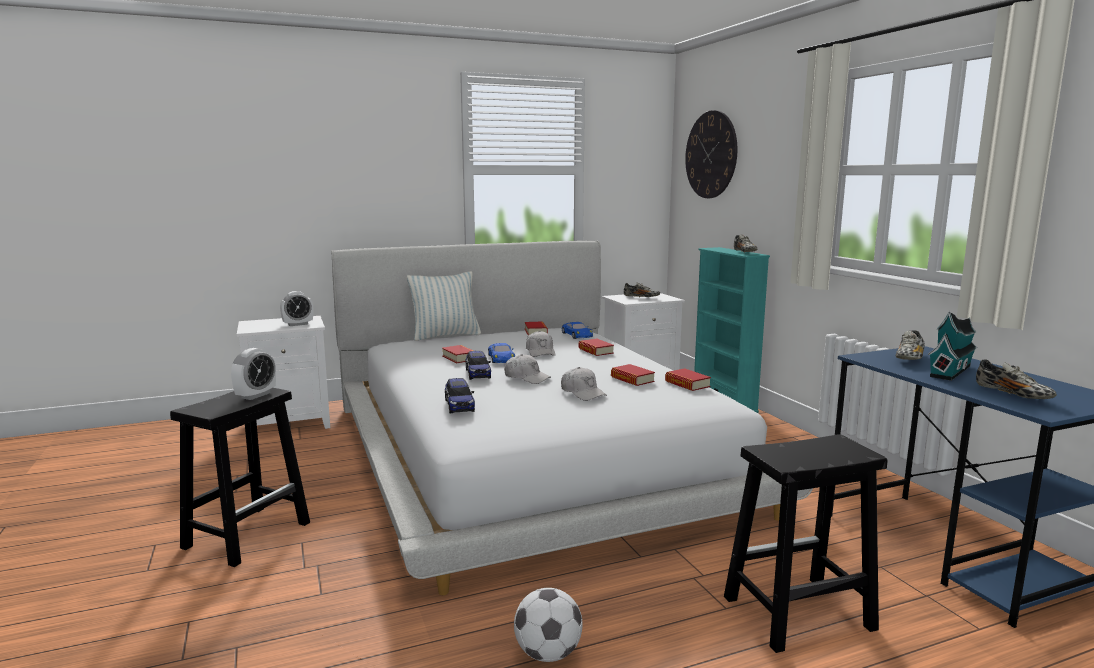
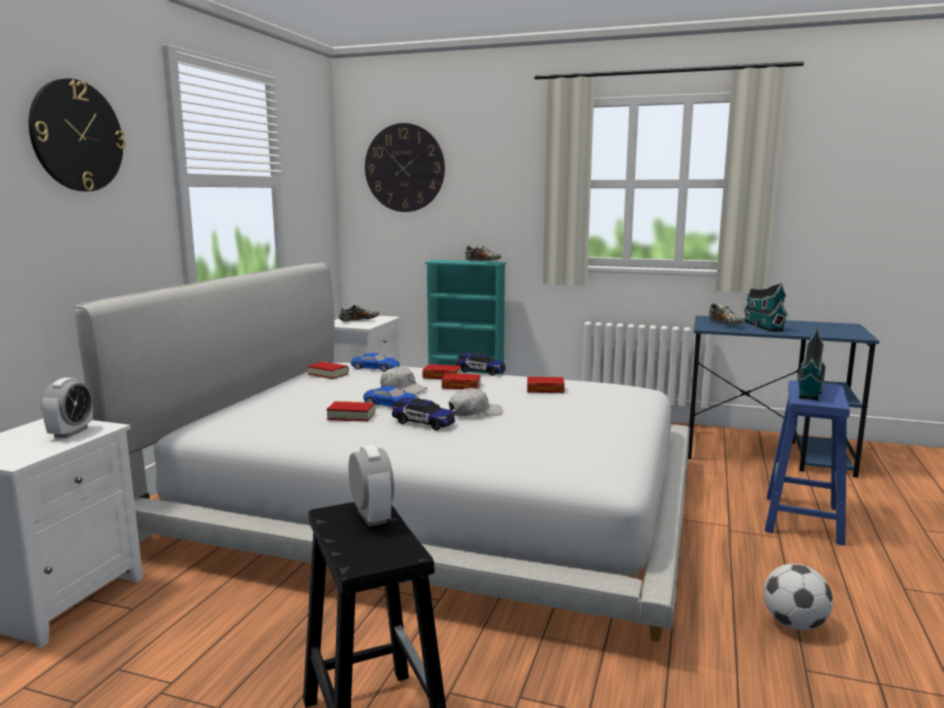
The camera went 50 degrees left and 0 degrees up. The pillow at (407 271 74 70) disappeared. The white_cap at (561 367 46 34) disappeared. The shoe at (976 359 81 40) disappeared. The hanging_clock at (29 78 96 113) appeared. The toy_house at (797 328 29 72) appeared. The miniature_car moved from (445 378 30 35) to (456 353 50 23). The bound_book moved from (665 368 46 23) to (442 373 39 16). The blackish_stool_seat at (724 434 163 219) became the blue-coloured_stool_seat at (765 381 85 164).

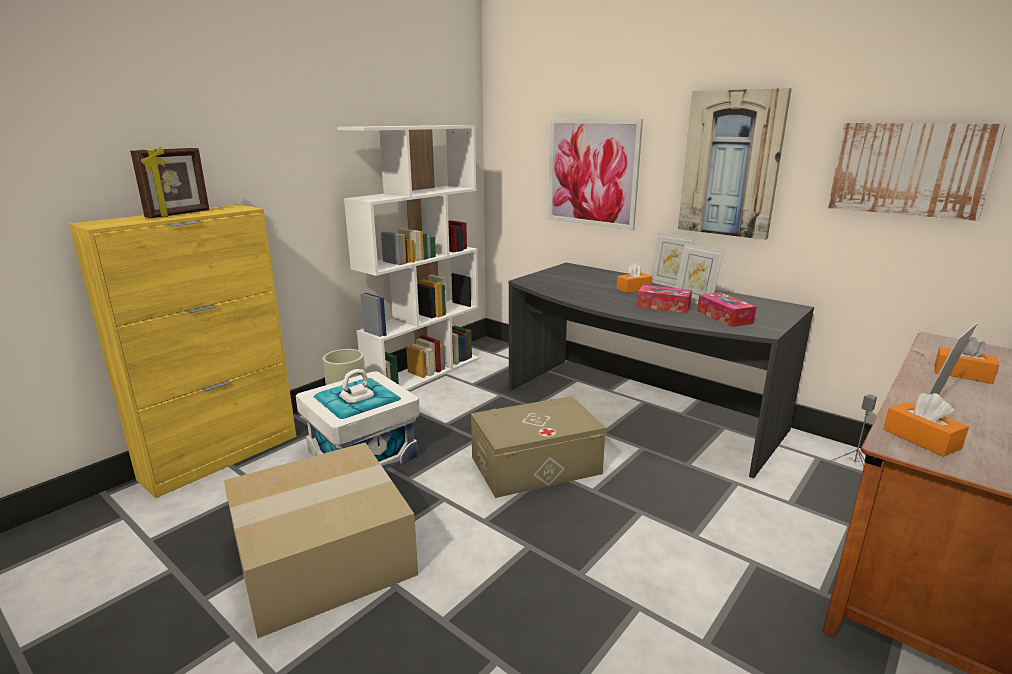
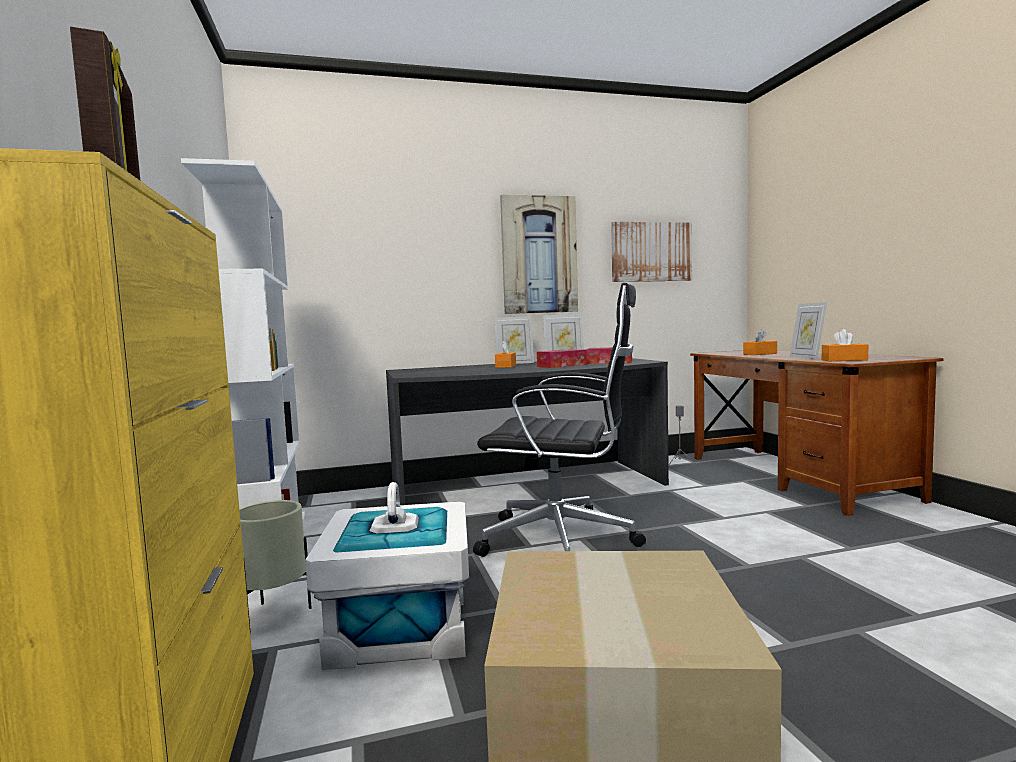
The camera went 55 degrees left and 15 degrees down. The wall_art at (548 119 95 111) disappeared. The beige-coloured_storage_box at (471 396 135 102) was replaced by the blackish_desk_chair at (473 283 173 274).

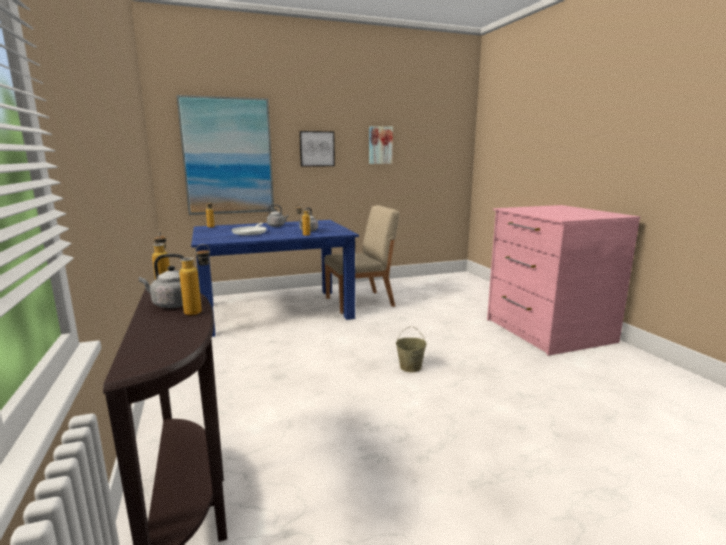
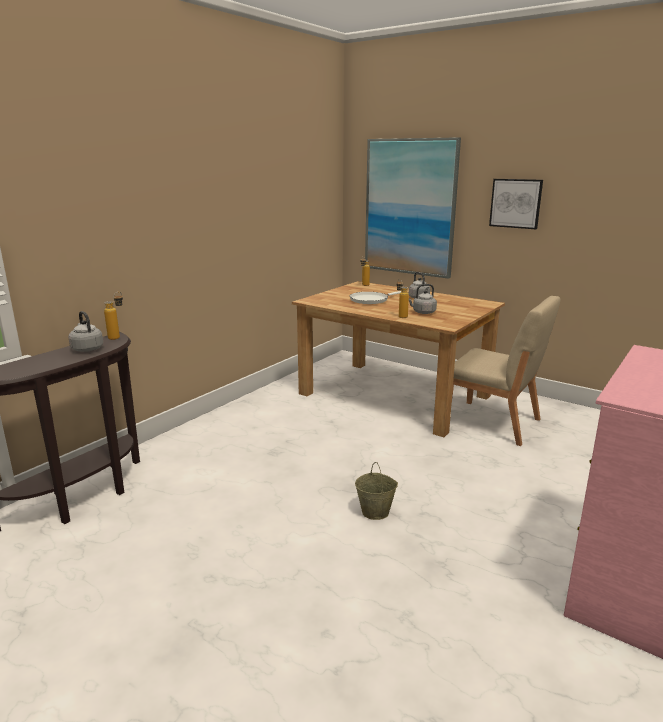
The camera went 55 degrees right and 5 degrees up. The drink_bottle at (179 244 31 72) disappeared. The wall_art at (369 126 24 38) disappeared. The blue-coloured_kitchen_table at (191 220 168 117) became the brown_kitchen_table at (292 281 213 156).

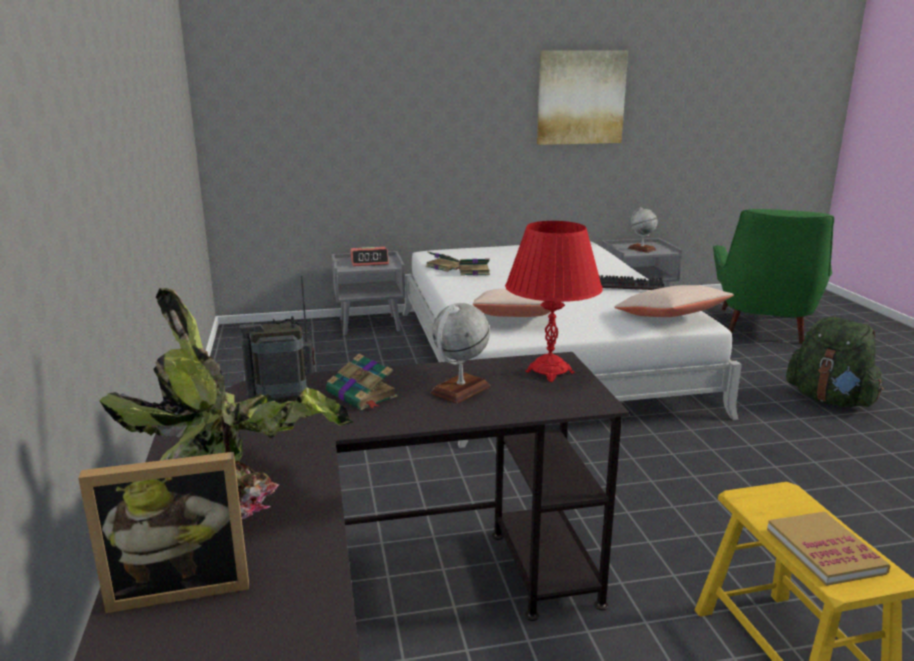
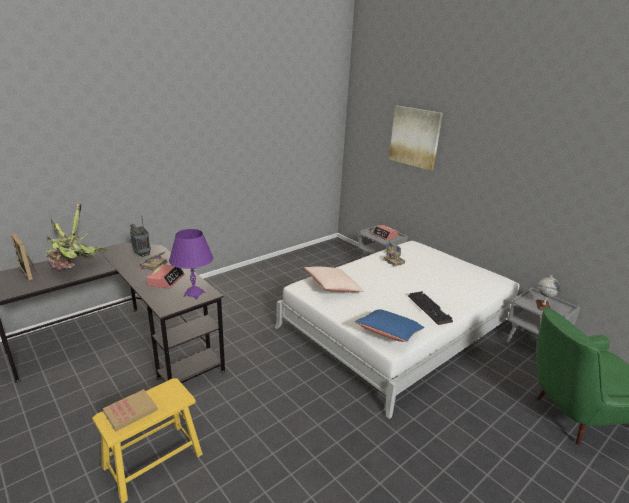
The camera went 60 degrees right and 5 degrees up. The green_backpack at (786 317 98 90) disappeared. The wall_art moved from (537 50 91 95) to (389 106 54 65). The world_globe at (431 303 59 100) was replaced by the bedside_clock at (147 264 38 25). The reddish_table_lamp at (505 221 98 161) became the purple-coloured_table_lamp at (169 229 44 71). The beige-coloured_pillow at (614 285 120 32) became the blue-coloured_pillow at (355 309 69 33).

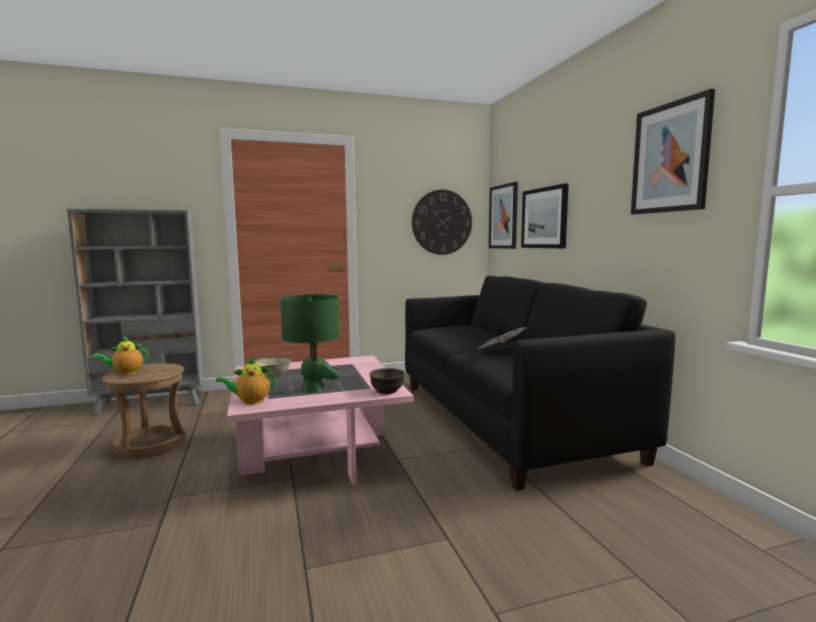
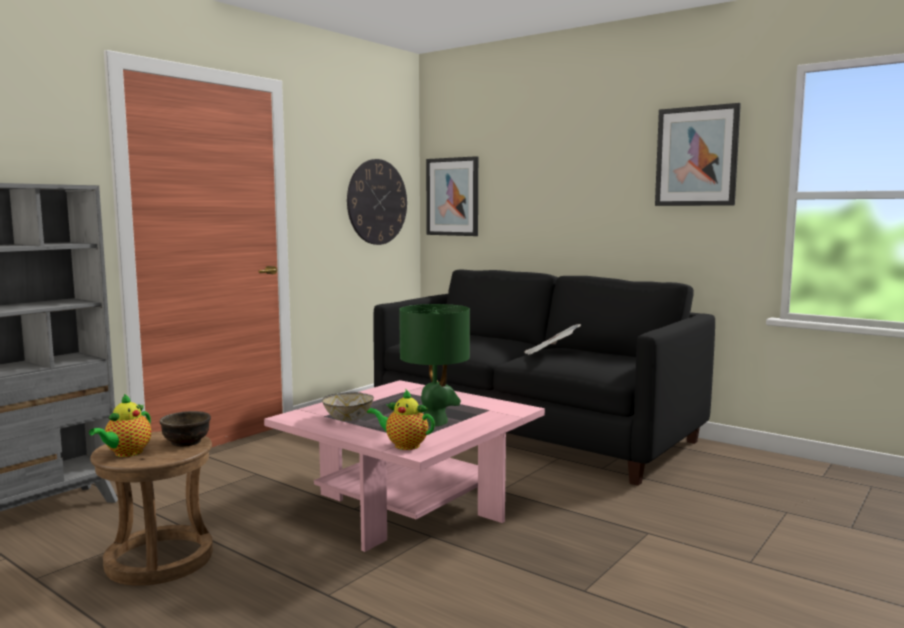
The camera went 35 degrees left and 0 degrees up. The wall_art at (521 183 48 65) disappeared. The brown_serving_bowl moved from (369 368 36 26) to (159 411 52 36). The pot_for_tea at (216 357 60 47) turned 75 degrees clockwise.

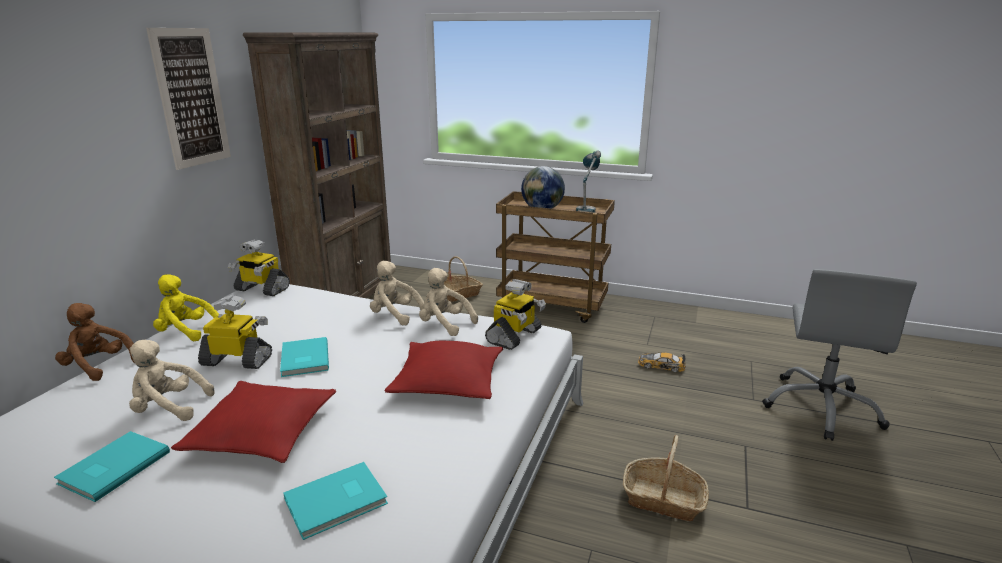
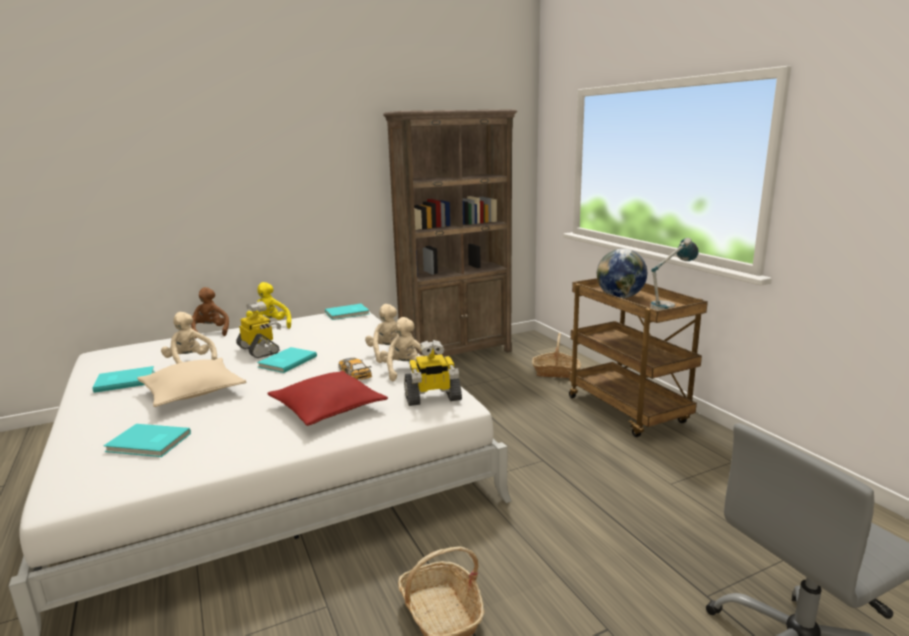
The camera went 45 degrees right and 5 degrees down. The wall_art at (146 28 85 142) disappeared. The miniature_car moved from (638 352 48 20) to (339 358 33 22). The robot_figure at (228 239 62 57) was replaced by the turquoise-coloured_bound_book at (325 304 44 16). The reddish_pillow at (171 381 165 82) became the beige-coloured_pillow at (137 358 110 49).

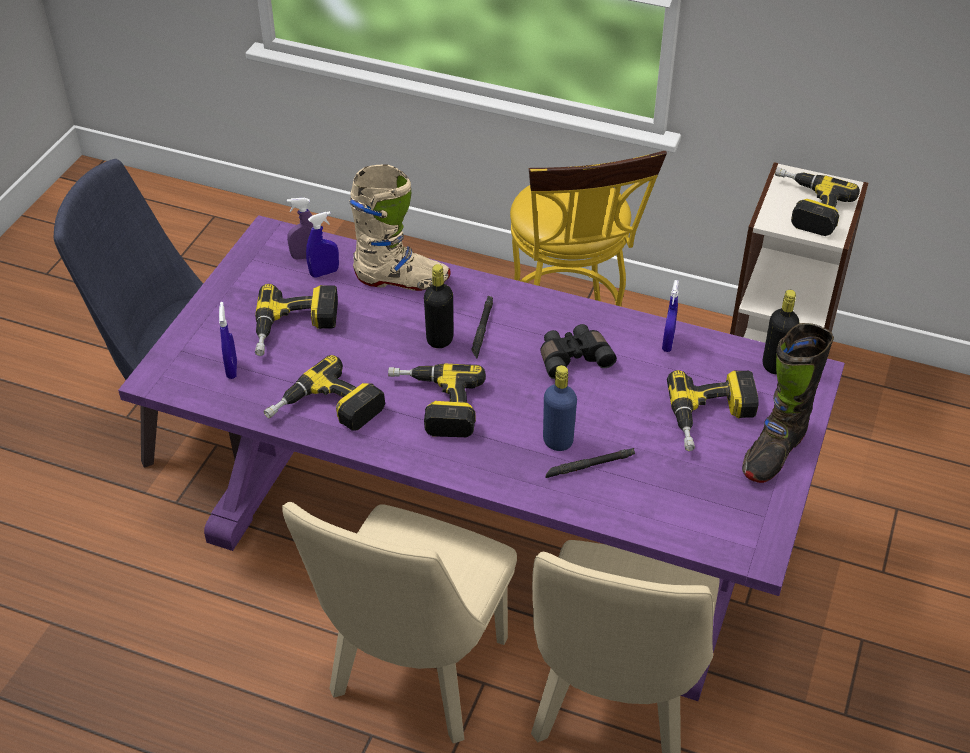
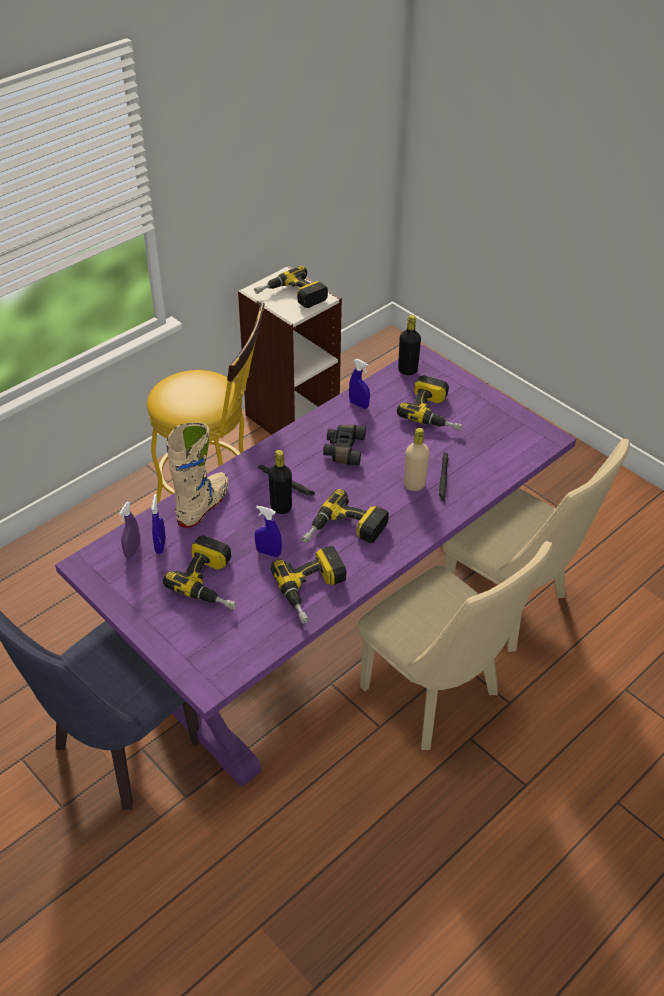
The camera went 65 degrees left and 0 degrees up. The blackish_tall_boot at (742 323 92 160) disappeared. The blue-coloured_sprayer moved from (219 302 18 77) to (254 506 28 51). The blue-coloured_drink_bottle at (543 365 34 86) became the beige-coloured_drink_bottle at (404 428 26 63).

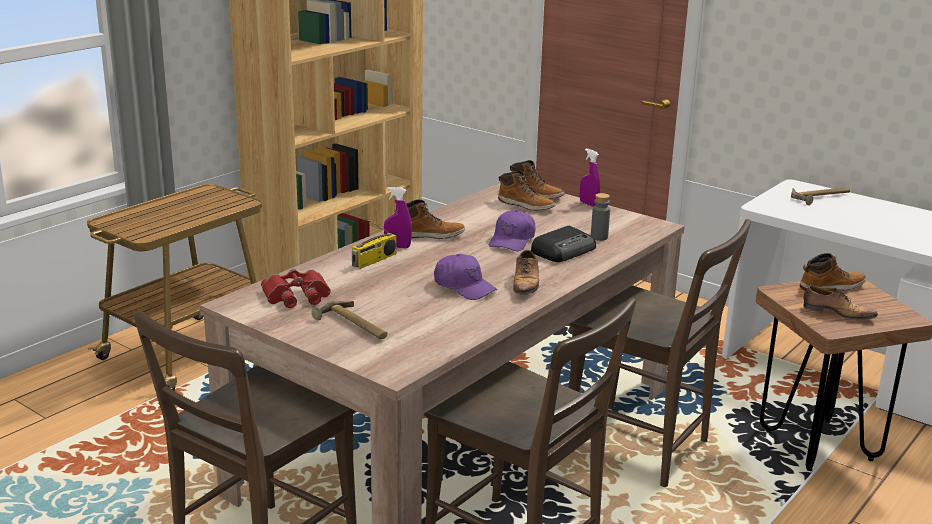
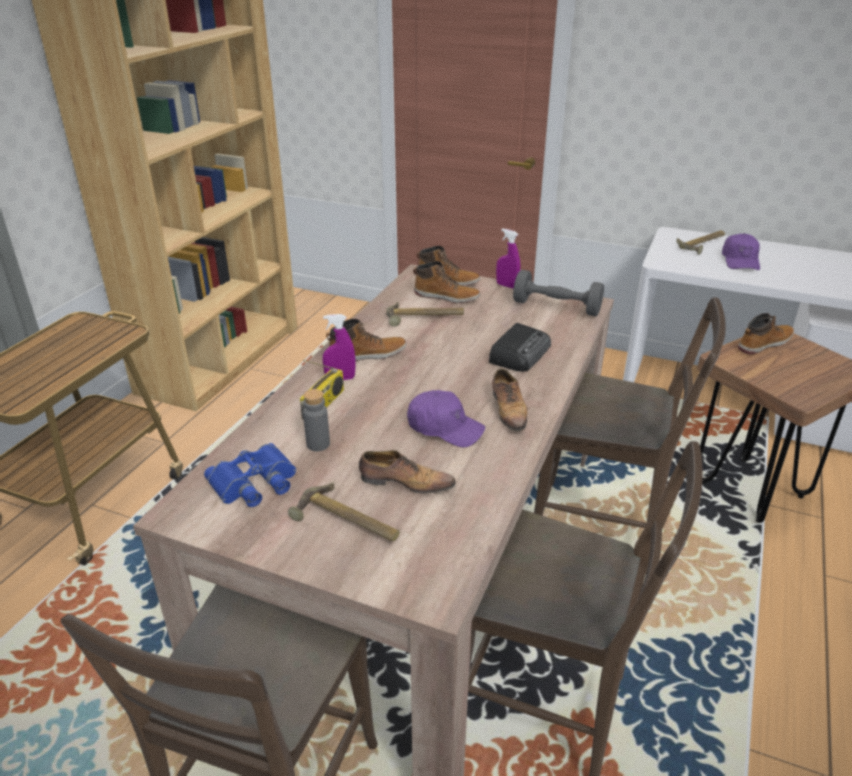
The camera went 15 degrees left and 10 degrees up. The tool_hammer at (386 302 78 25) appeared. The grey_free_weight at (513 270 91 46) appeared. The purple-coloured_cap moved from (488 210 48 41) to (722 233 38 37). The grey_drink_bottle moved from (591 193 19 48) to (303 389 27 62). The shoe moved from (803 286 75 34) to (359 450 97 44). The reddish_pair_of_binoculars at (261 269 70 39) became the blue-coloured_pair_of_binoculars at (204 443 92 64).

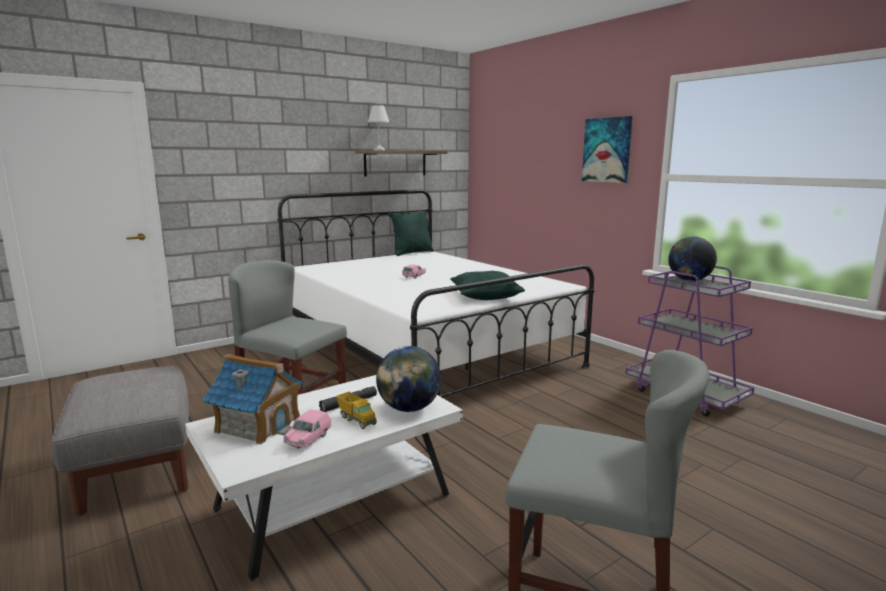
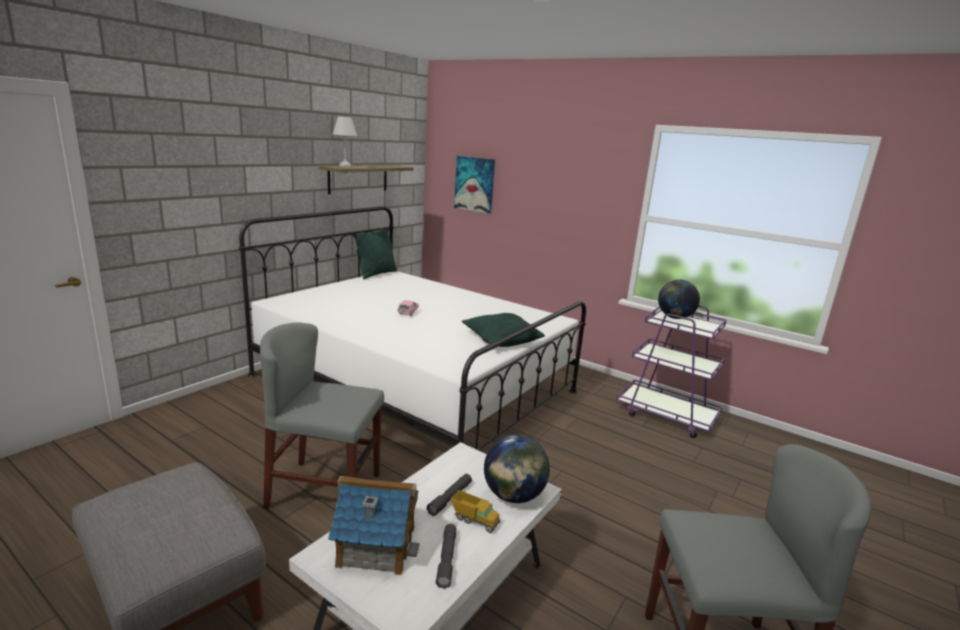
The camera went 20 degrees left and 5 degrees up. The wall_art moved from (582 116 50 67) to (454 156 41 58). The pinkish_miniature_car at (283 410 48 38) was replaced by the grey_hand_torch at (436 524 20 65).

